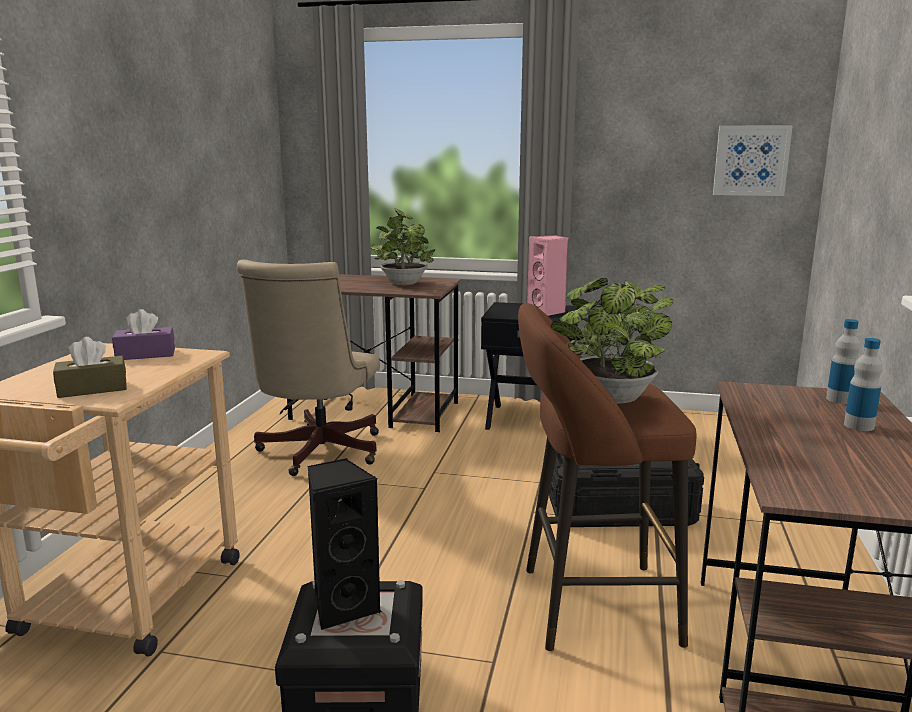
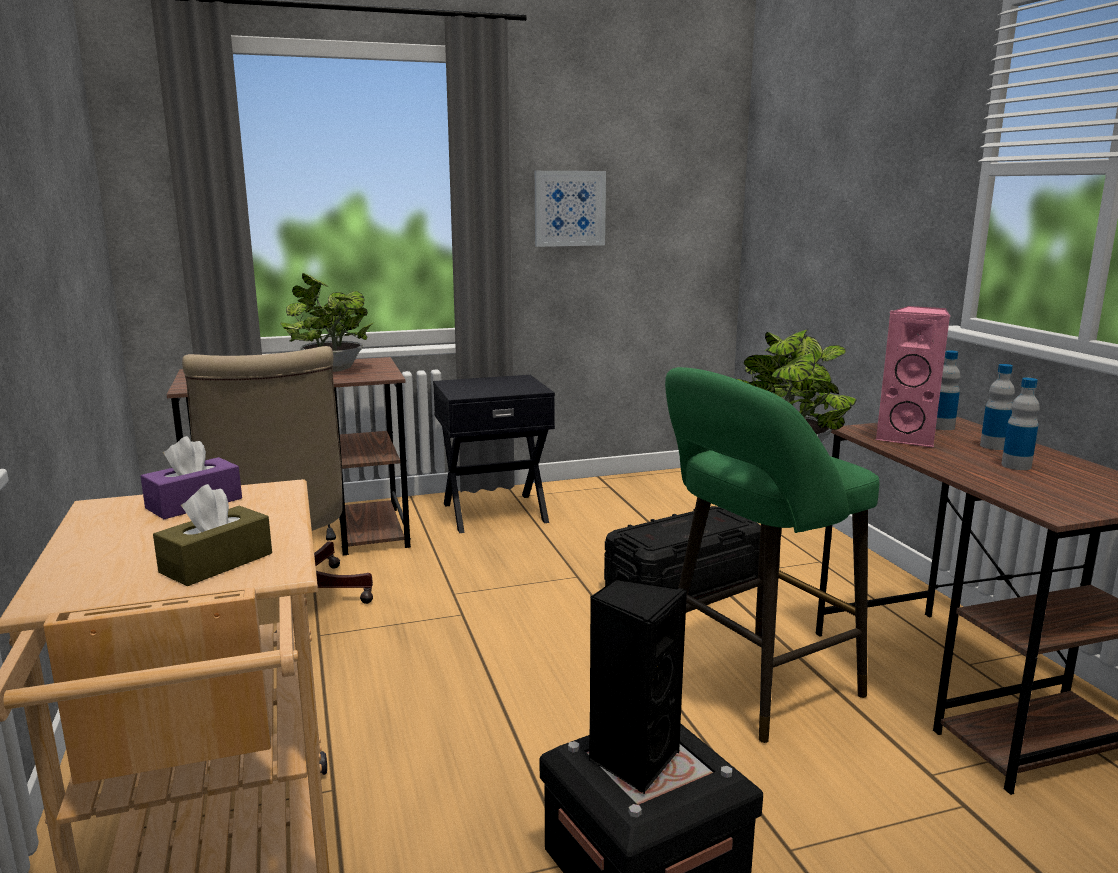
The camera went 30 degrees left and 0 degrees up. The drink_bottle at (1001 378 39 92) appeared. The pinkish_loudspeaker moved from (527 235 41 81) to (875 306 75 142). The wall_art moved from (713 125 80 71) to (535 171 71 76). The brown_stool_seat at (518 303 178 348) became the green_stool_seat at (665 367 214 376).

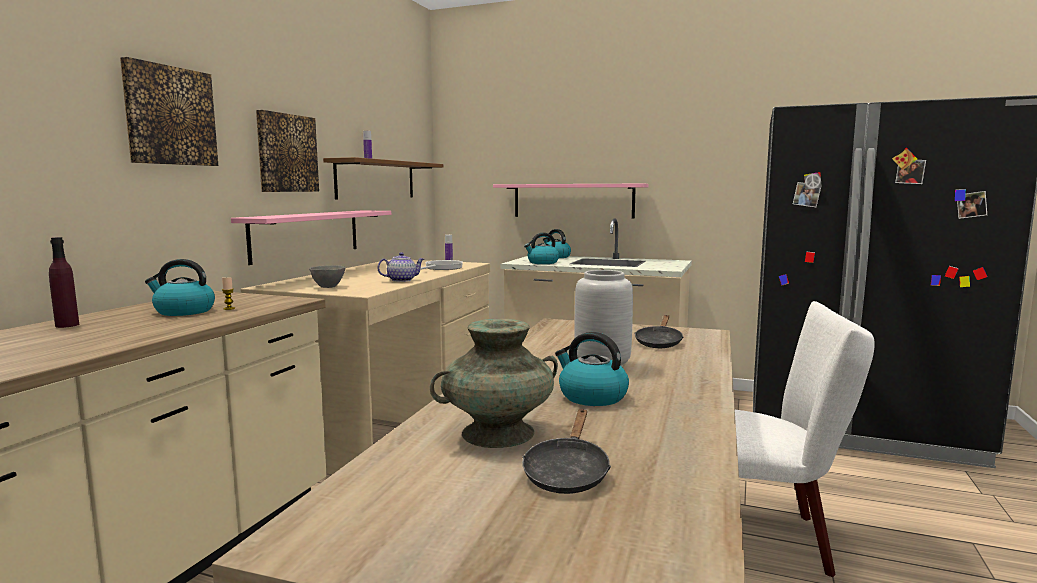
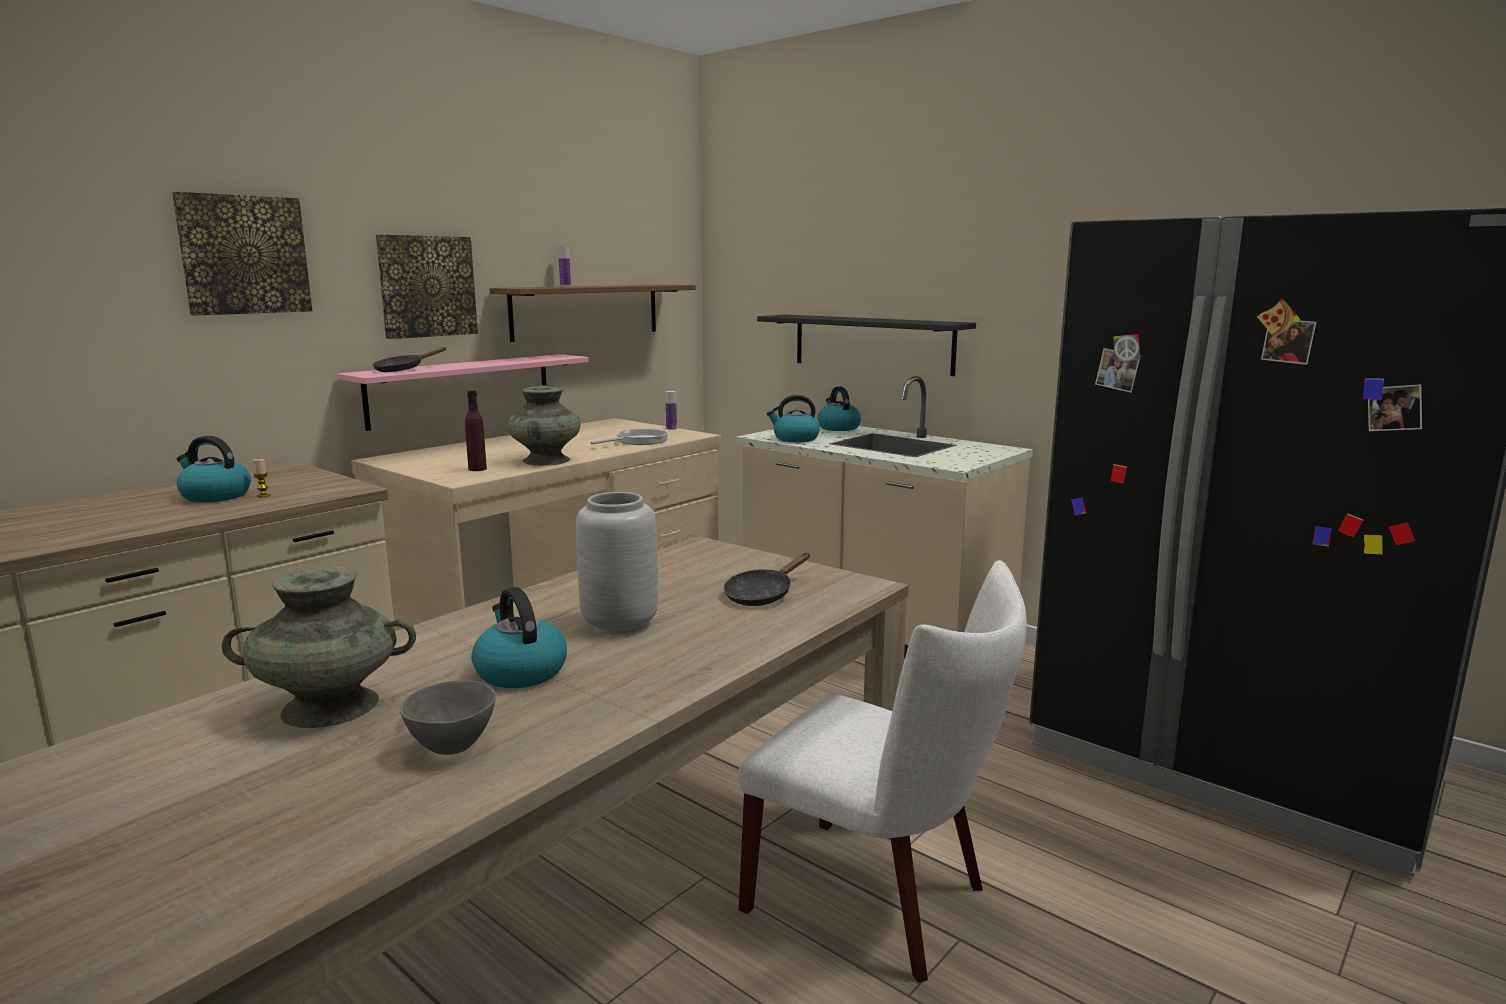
The camera went 20 degrees right and 5 degrees up. The purple-coloured_drink_bottle moved from (49 237 30 91) to (465 390 22 81). The grey_serving_bowl moved from (309 265 37 23) to (400 680 96 75). The blackish_frying_pan moved from (522 409 89 85) to (372 347 74 25). The pot_for_tea at (377 252 47 30) was replaced by the turquoise-coloured_decorative_vase at (507 385 74 81). The pinkish_bracket_shelf at (493 184 156 35) became the blackish_bracket_shelf at (757 315 219 61).

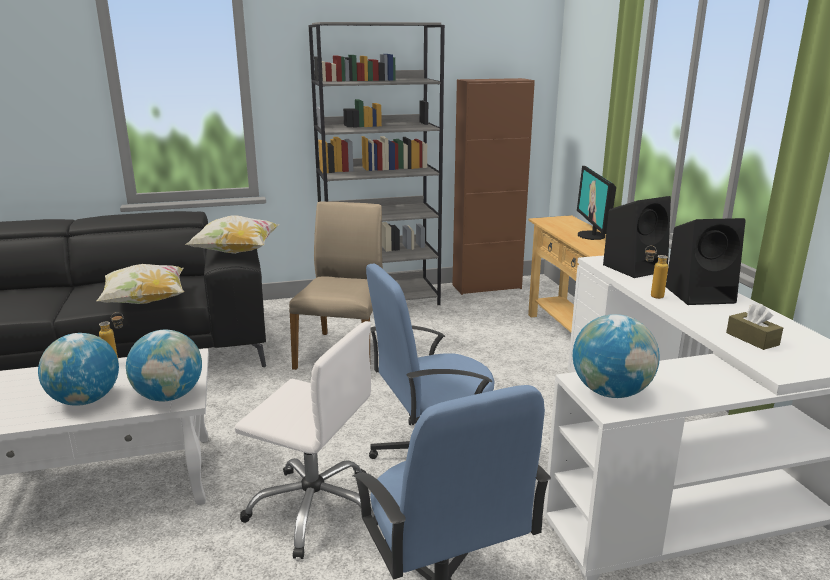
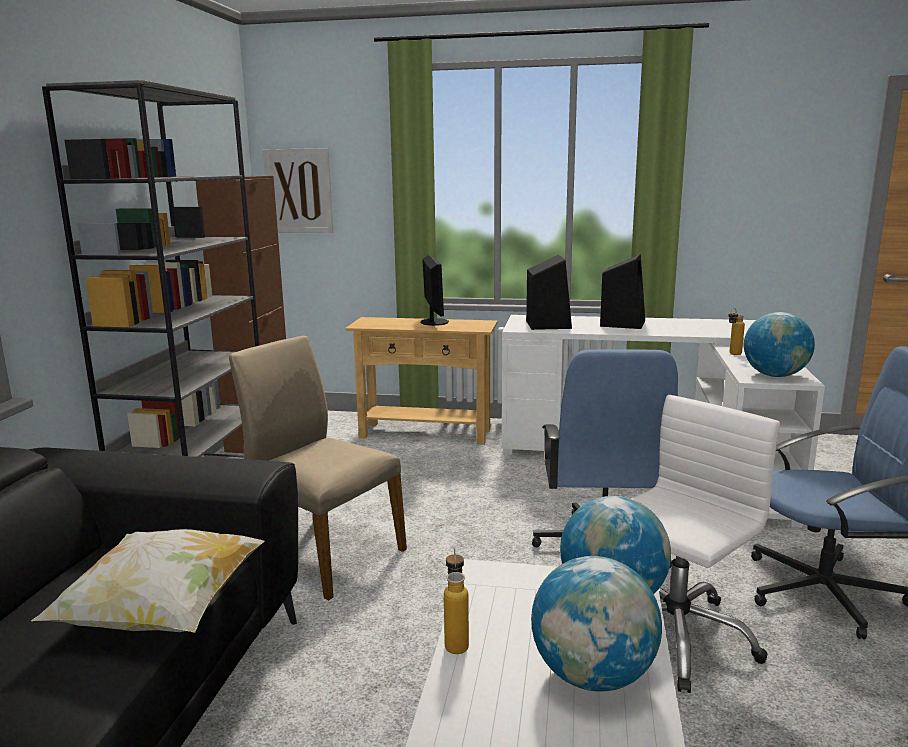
The camera went 65 degrees left and 5 degrees down. The pillow at (185 215 94 39) disappeared. The brown_tissue_holder at (726 304 57 46) disappeared. The wall_art at (263 148 70 85) appeared. The drink_bottle moved from (645 246 23 53) to (729 308 16 47). The computer_display at (577 166 39 74) turned 120 degrees counterclockwise.

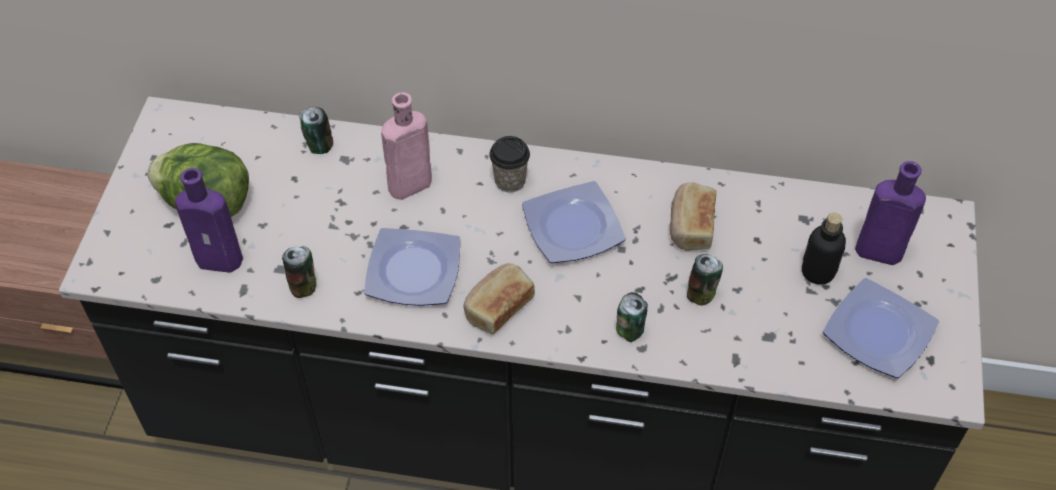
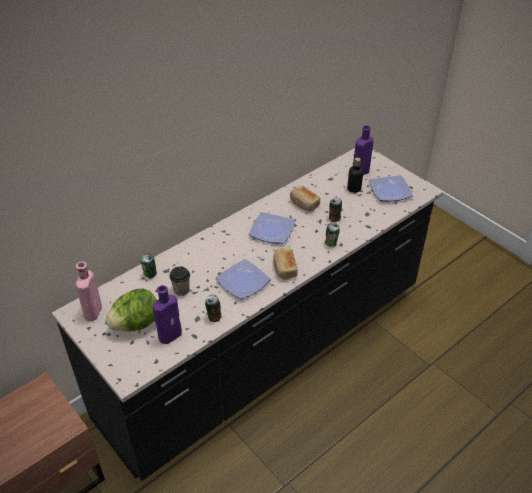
The camera went 50 degrees left and 10 degrees down. The pinkish_drink_bottle moved from (381 92 51 108) to (76 261 26 60). The cup moved from (489 136 41 57) to (169 266 21 30).

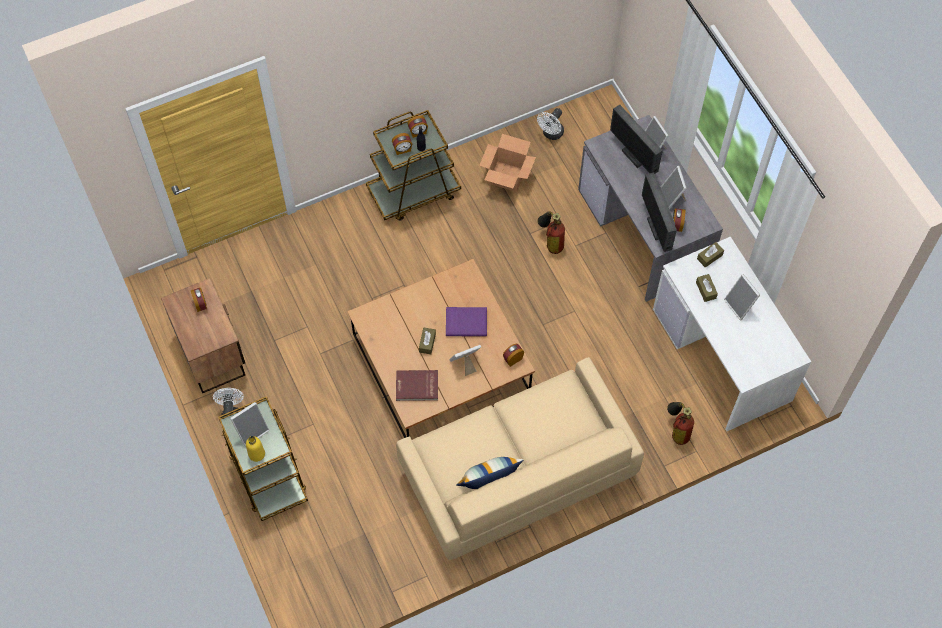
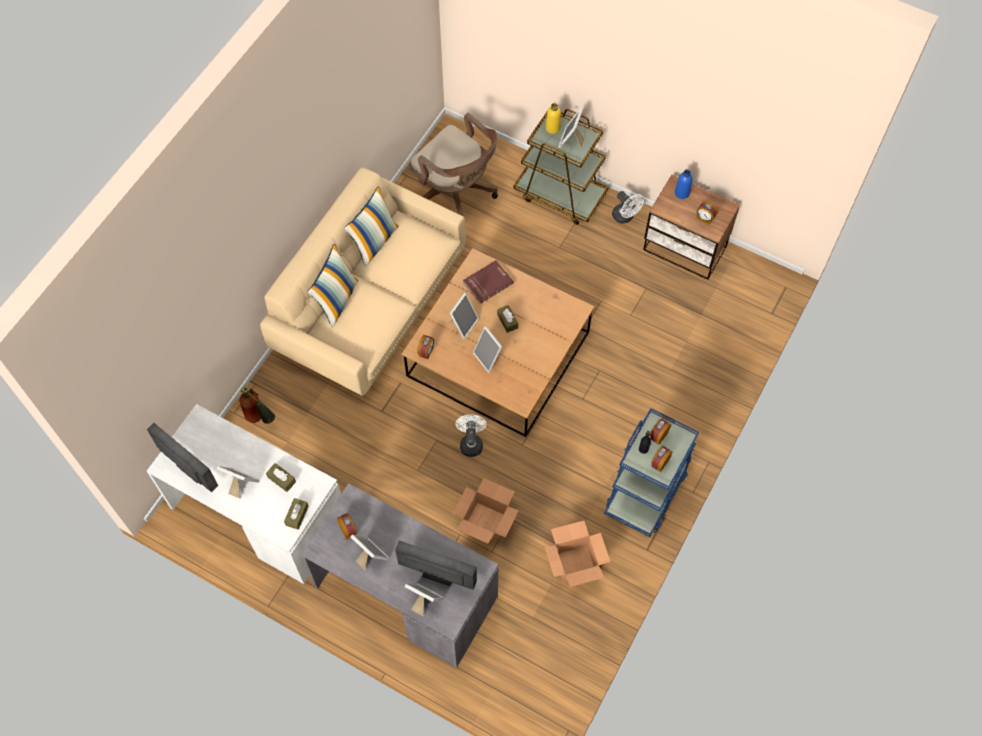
The camera went 145 degrees right and 0 degrees up. The pillow at (307 244 51 83) appeared. The brown_desk_chair at (409 113 89 104) appeared. The blue-coloured_drink_bottle at (675 169 18 30) appeared. The white_electric_fan moved from (537 108 27 32) to (455 415 32 42). The computer_display moved from (642 172 35 80) to (147 423 71 69). The purple-coloured_bound_book at (446 307 41 30) was replaced by the photo_frame at (473 326 30 47). The fire-fighting_cylinder at (537 211 28 43) was replaced by the cardboard_box at (453 478 65 66). The brown_trolley at (366 110 95 111) became the blue-coloured_trolley at (604 408 95 129).

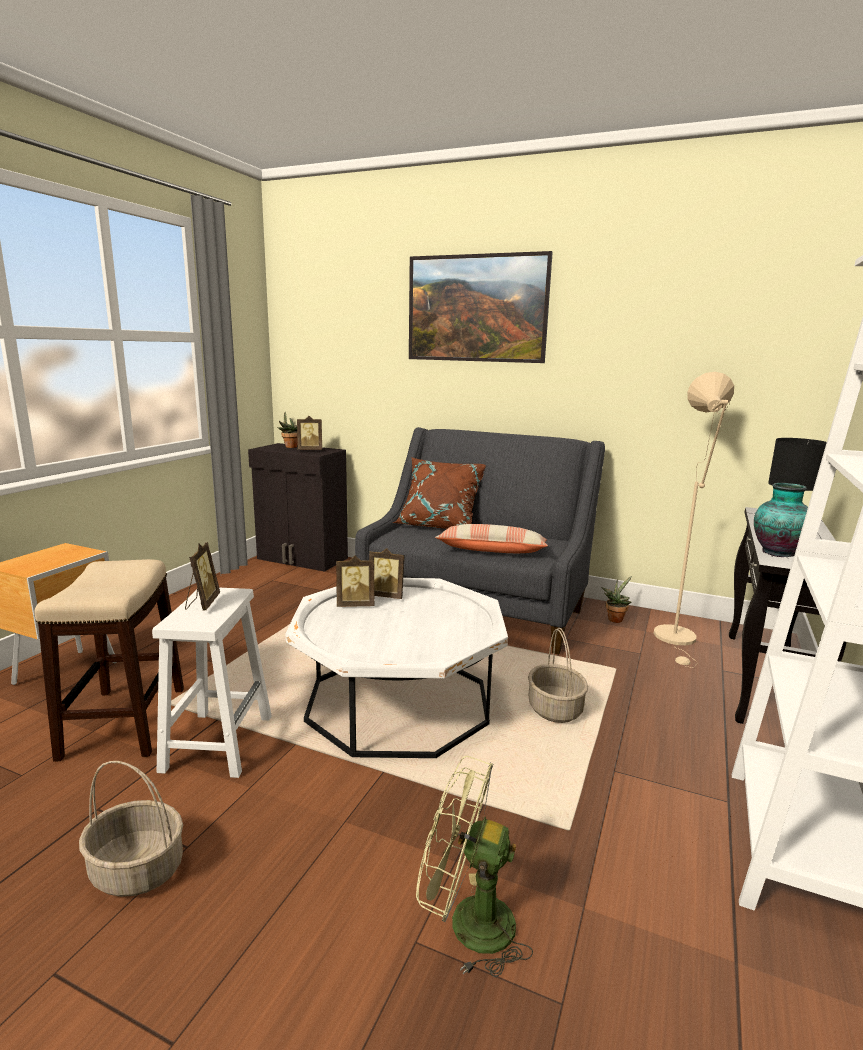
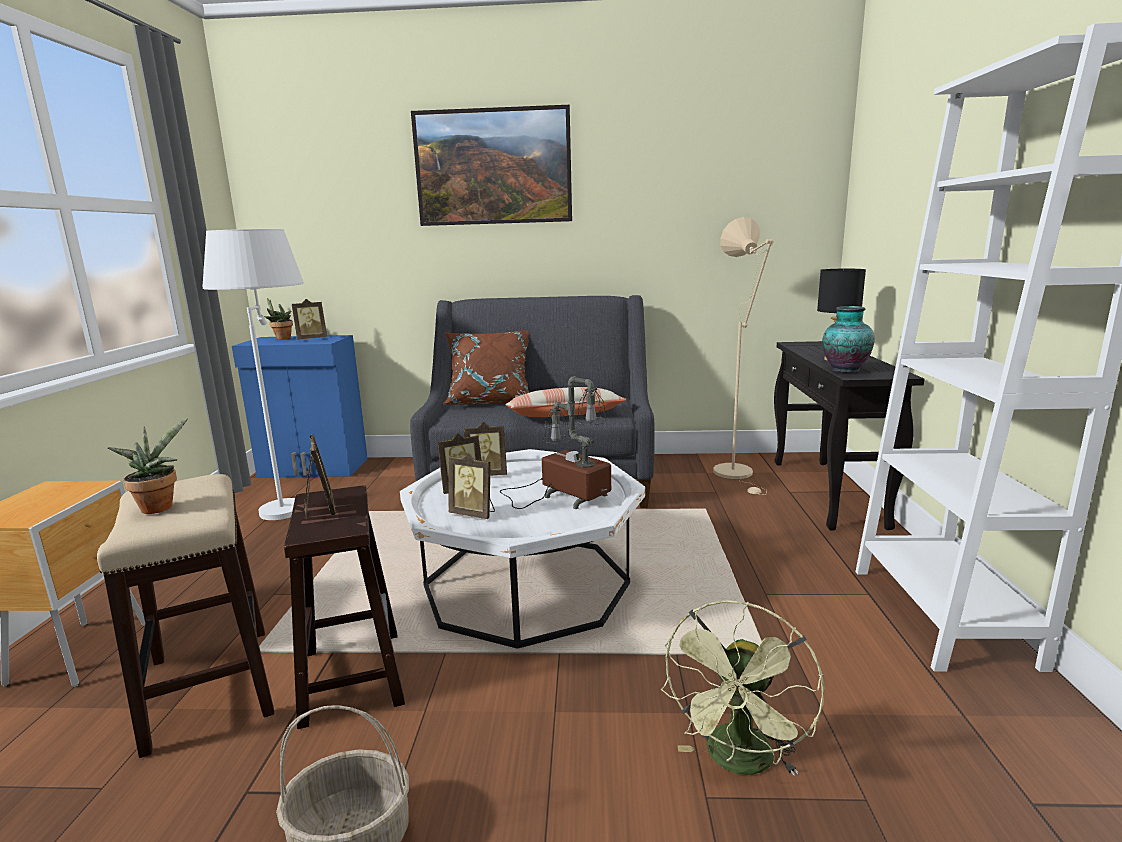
The camera went 20 degrees left and 0 degrees up. The basket at (528 628 60 95) disappeared. The white_standing_lamp at (203 229 101 291) appeared. The photo_frame at (448 453 47 66) appeared. The table_lamp at (500 376 111 133) appeared. The houseplant moved from (601 576 31 47) to (108 418 80 96). The white_stool_seat at (152 588 120 190) became the brown_stool_seat at (284 485 121 244). The blackish_storage_cabinet at (248 443 100 129) became the blue-coloured_storage_cabinet at (232 335 136 142). The green_electric_fan at (416 756 117 221) turned 60 degrees counterclockwise.

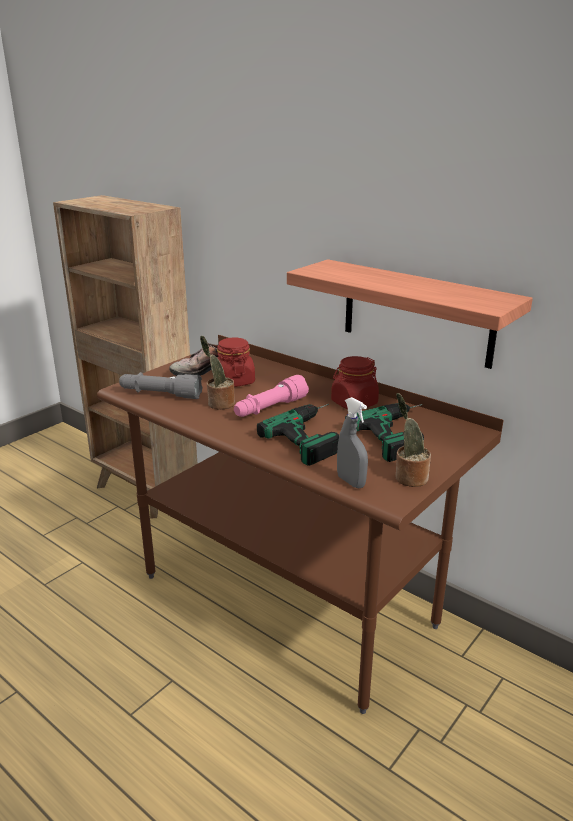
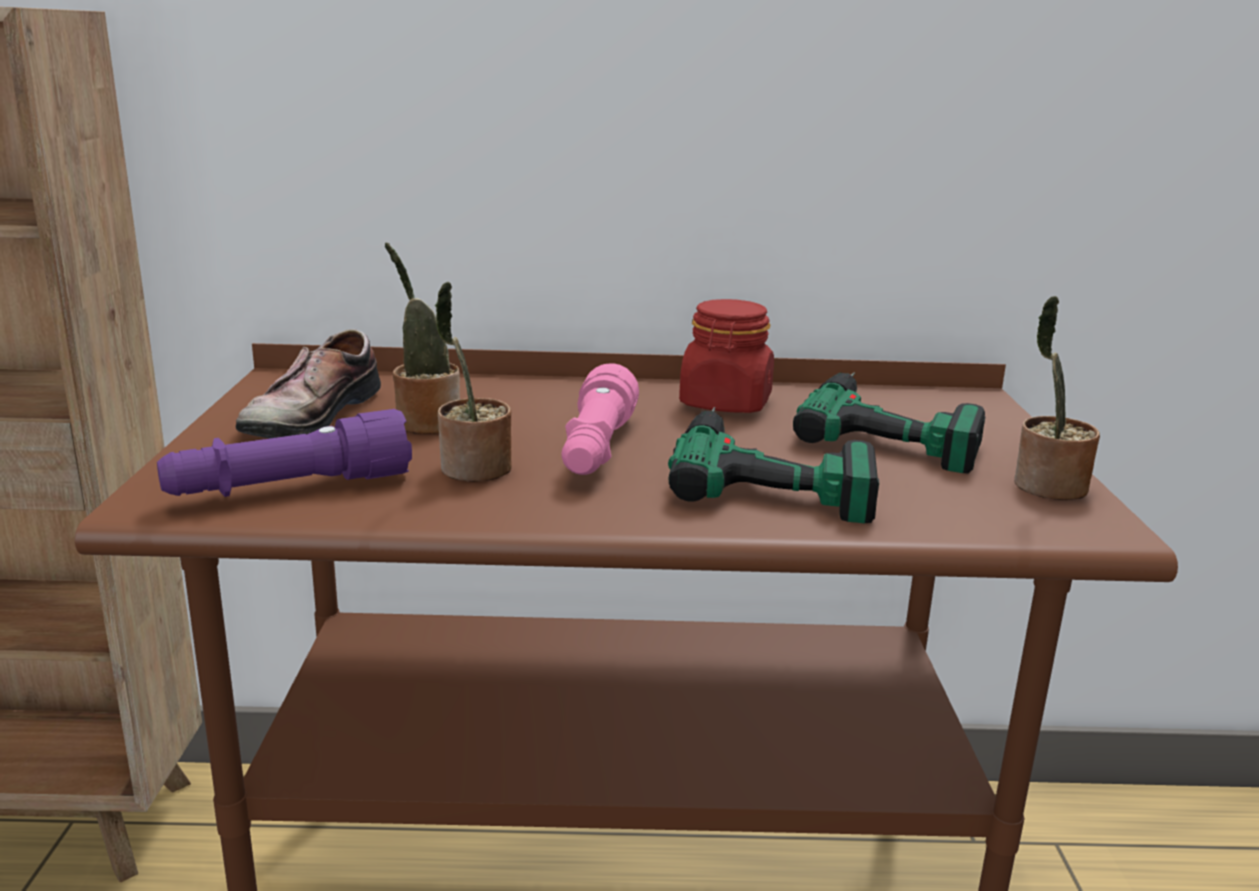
The camera went 40 degrees left and 5 degrees down. The bracket_shelf at (287 259 246 110) disappeared. The grey_sprayer at (337 397 31 91) disappeared. The reddish_preserve_jar at (217 338 38 49) was replaced by the houseplant at (385 243 75 191). The grey_hand_torch at (119 372 83 27) became the purple-coloured_hand_torch at (157 409 255 88).

